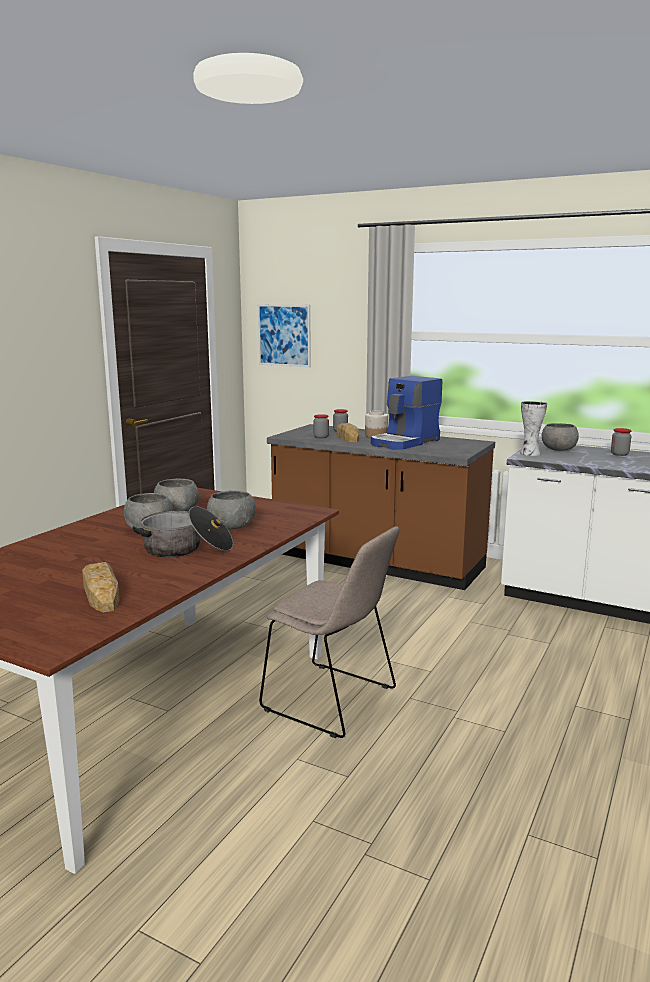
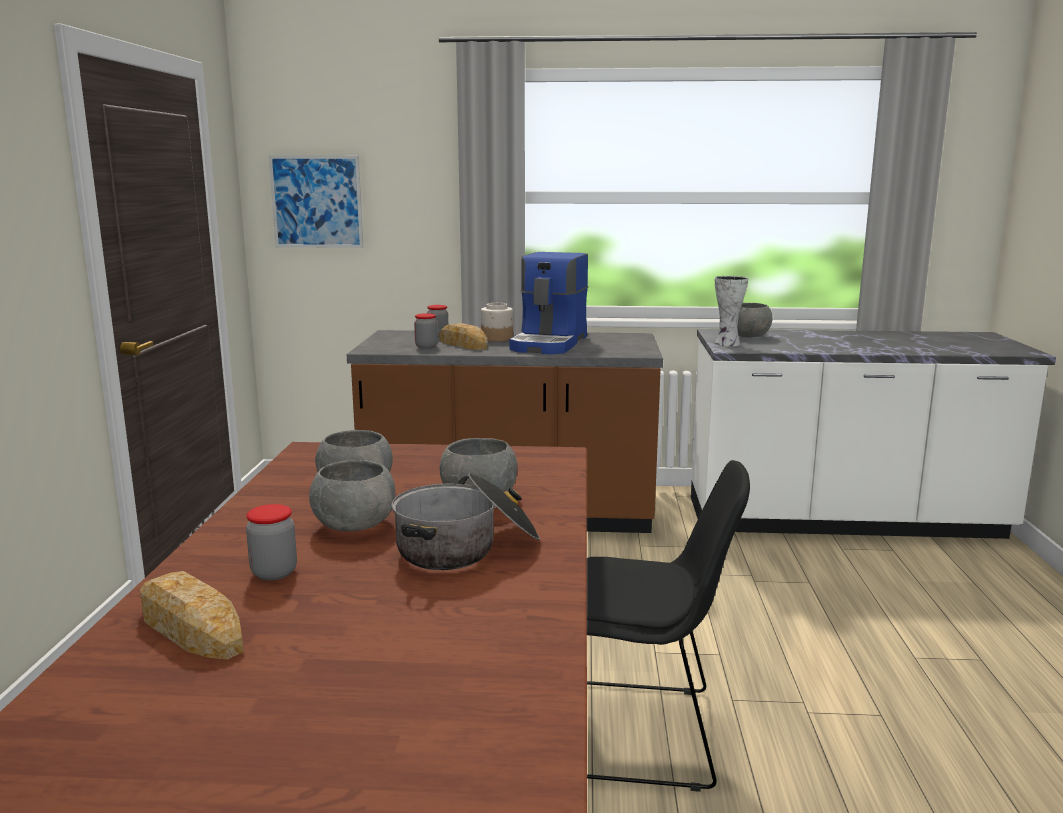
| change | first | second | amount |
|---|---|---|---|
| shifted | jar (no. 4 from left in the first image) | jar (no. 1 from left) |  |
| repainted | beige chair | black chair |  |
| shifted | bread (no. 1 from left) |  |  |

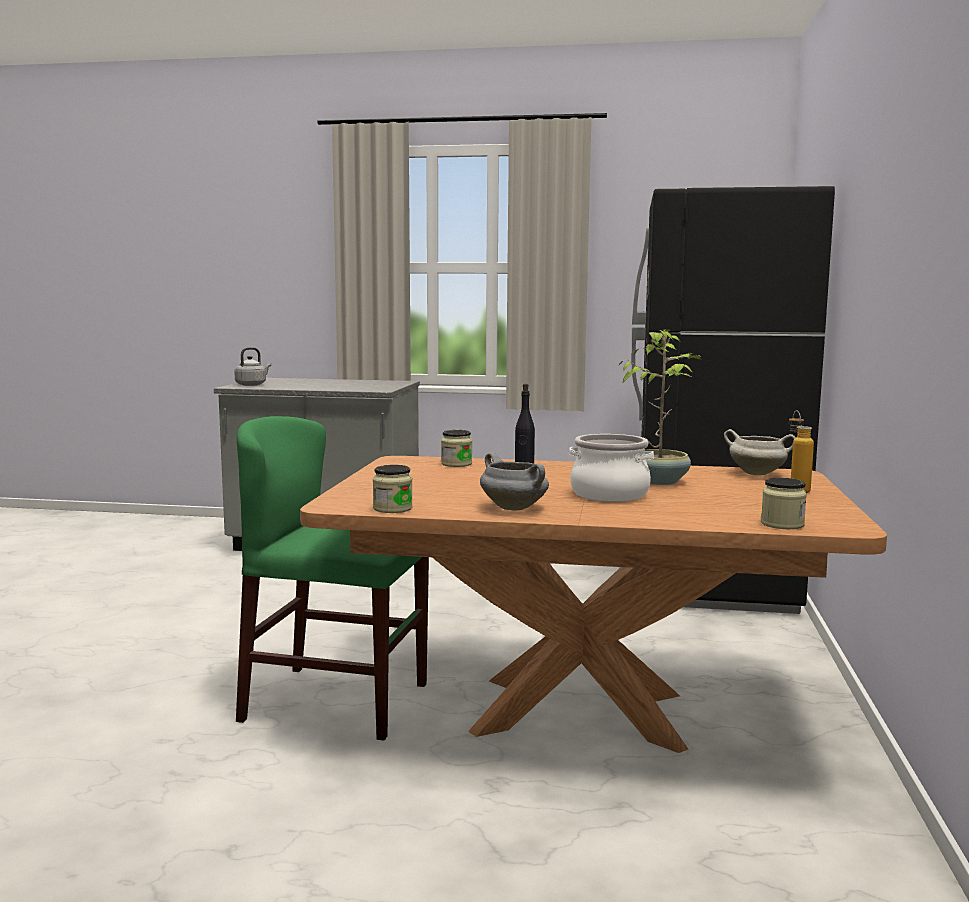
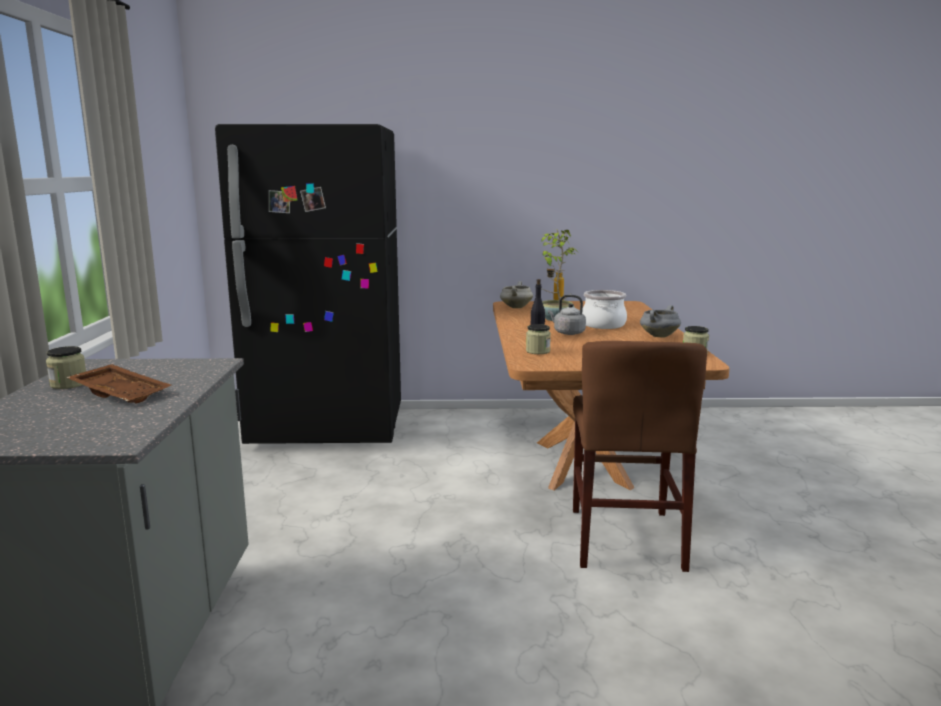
| change | first | second | amount |
|---|---|---|---|
| shifted | grey kettle |  |  |
| repainted | green chair | brown chair |  |
| shifted | jar (no. 3 from left in the first image) | jar (no. 1 from left) |  |
| new |  | brown tray |  |

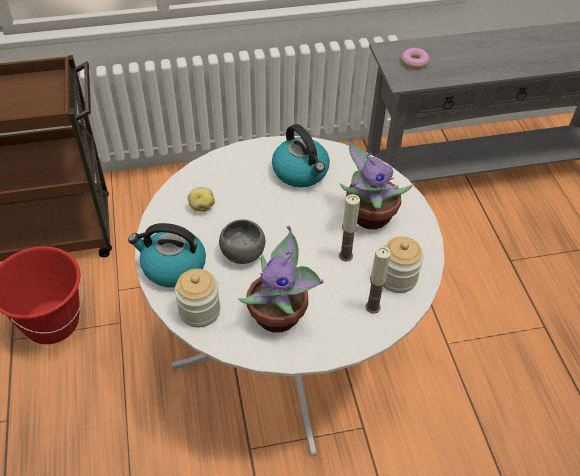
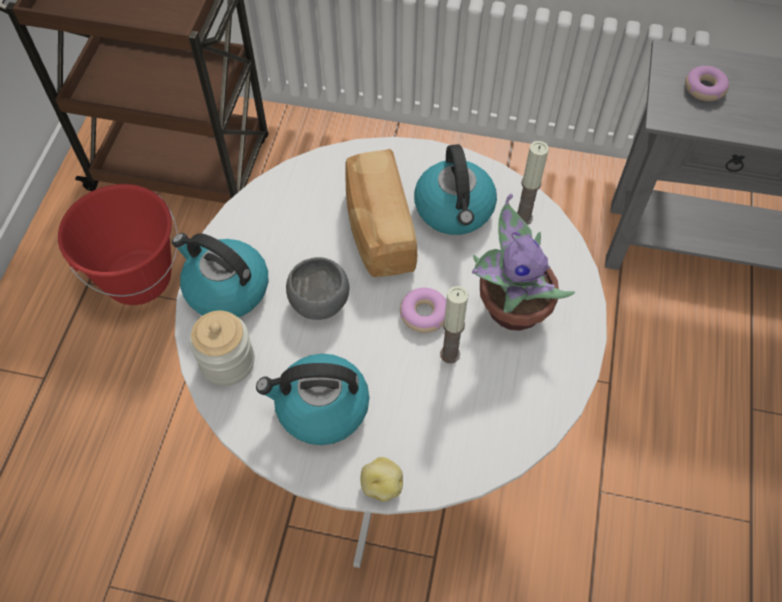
| change | first | second | amount |
|---|---|---|---|
| shifted | potato |  |  |
| swapped | potted plant (no. 1 from left) | kettle (no. 2 from left) |  |
| gone | jar (no. 2 from left) |  |  |
| shifted | candle (no. 2 from left) |  |  |
| new |  | bread |  |
| new |  | donut (no. 1 from left) |  |

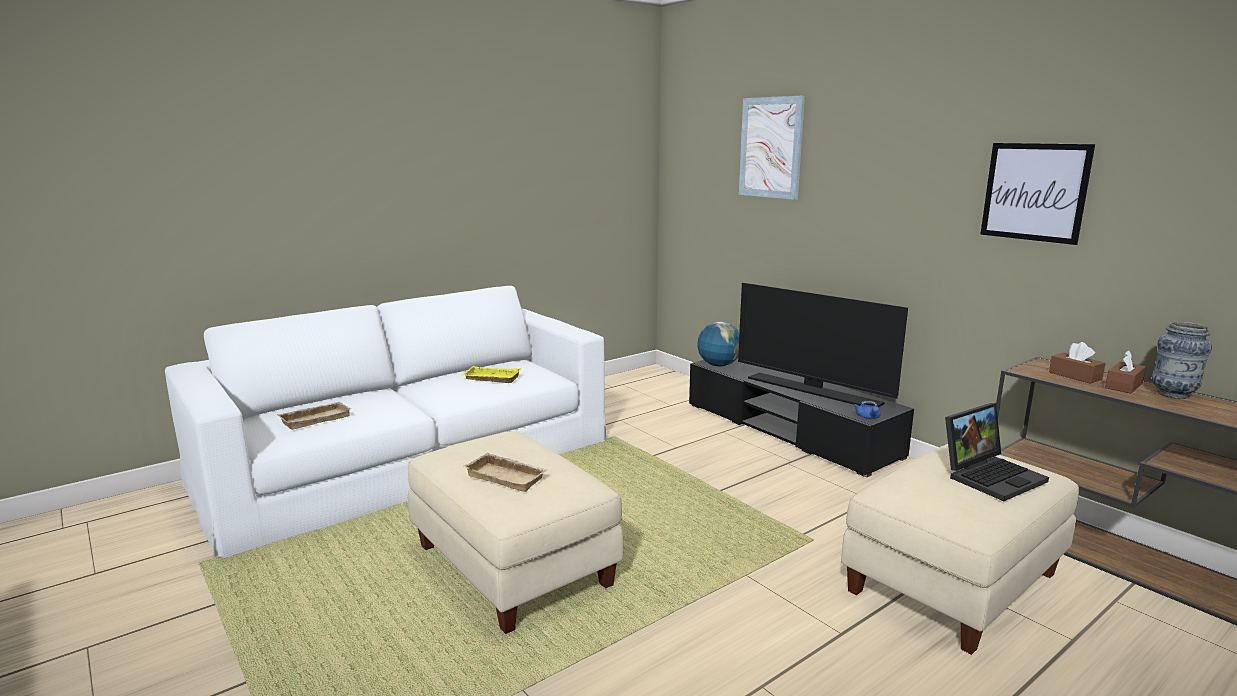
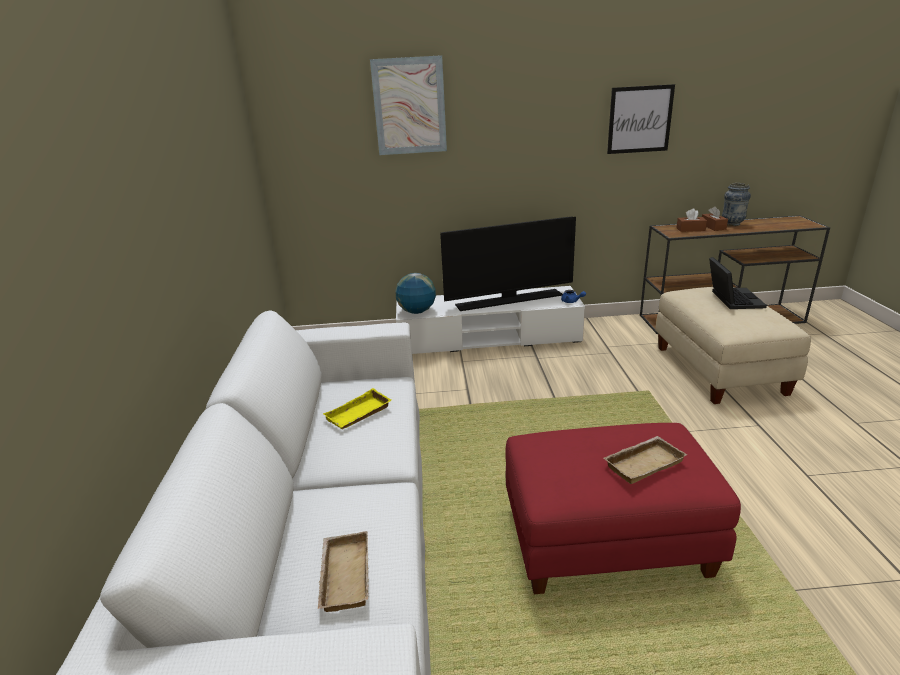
| change | first | second | amount |
|---|---|---|---|
| repainted | black tv stand | white tv stand |  |
| repainted | beige ottoman (no. 1 from left) | red ottoman |  |

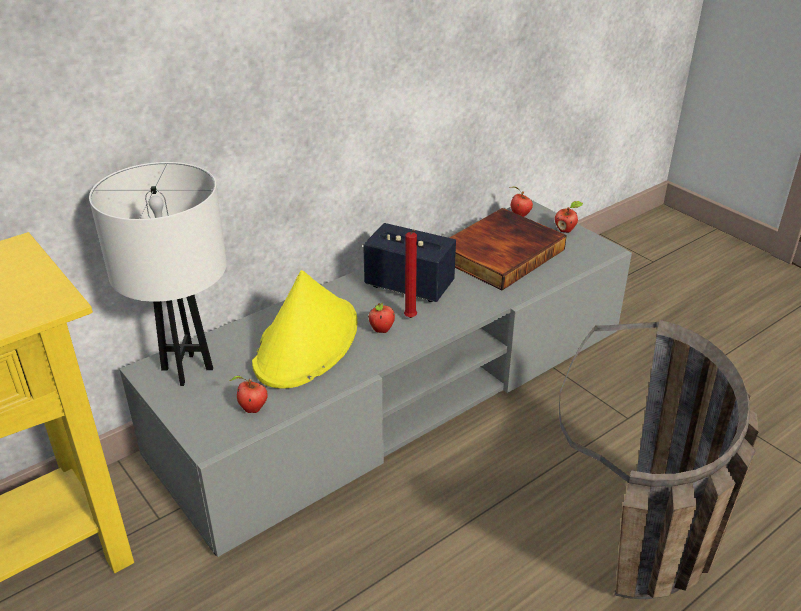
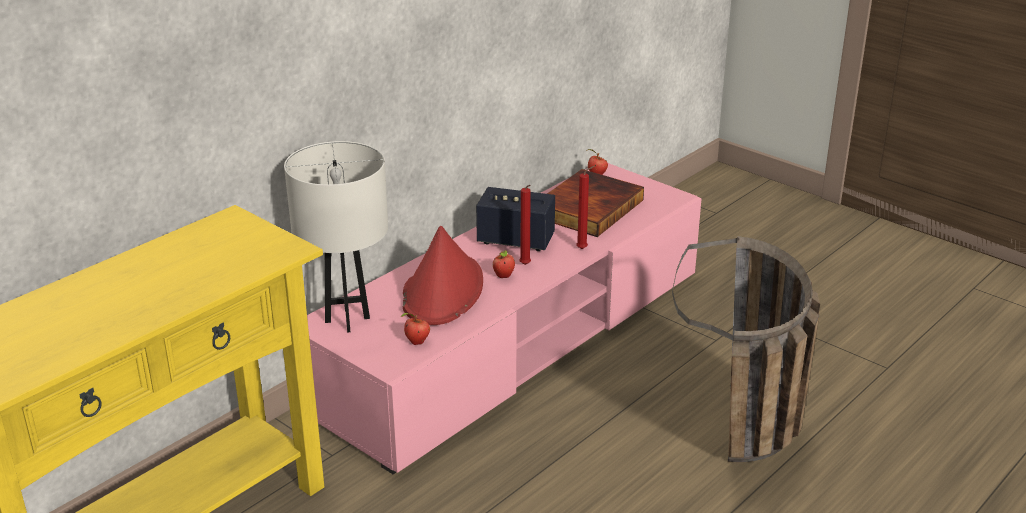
| change | first | second | amount |
|---|---|---|---|
| repainted | grey tv stand | pink tv stand |  |
| gone | apple (no. 4 from left) |  |  |
| repainted | yellow hat | red hat |  |
| new |  | red candle (no. 2 from left) |  |

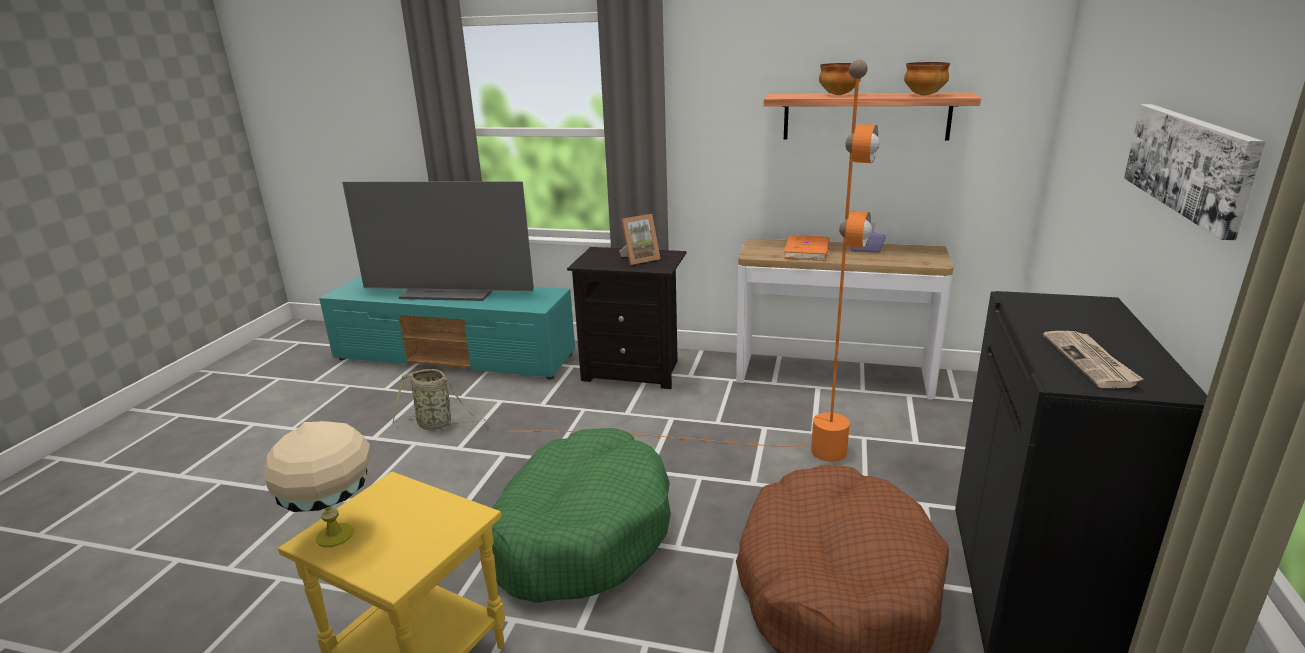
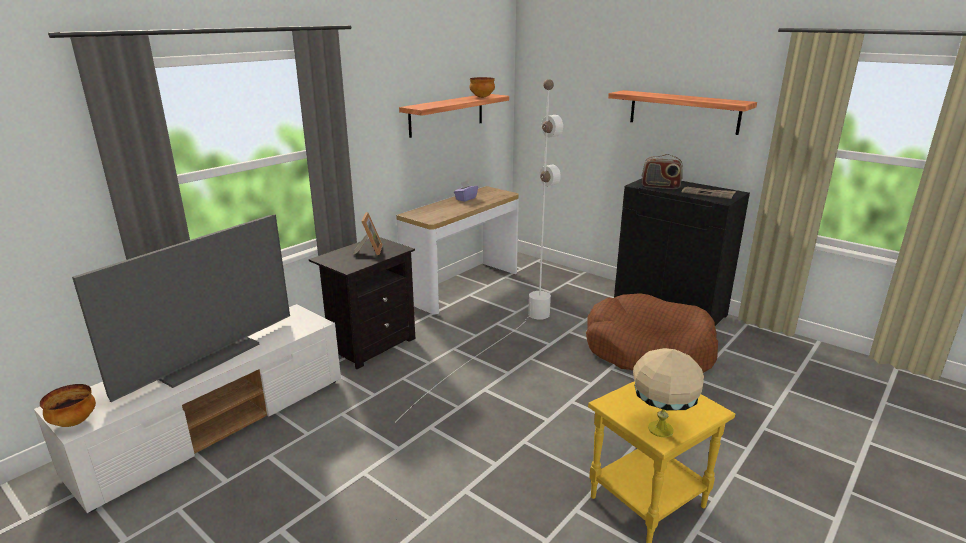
| change | first | second | amount |
|---|---|---|---|
| repainted | orange floor lamp | white floor lamp |  |
| shifted | bowl (no. 1 from left) |  |  |
| swapped | picture | shelf (no. 2 from left) |  |
| gone | orange book |  |  |
| repainted | turquoise tv stand | white tv stand |  |
| gone | basket |  |  |
| gone | green dog bed |  |  |
| new |  | radio |  |

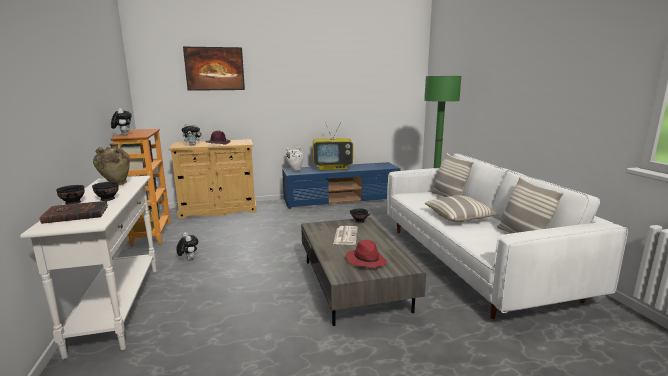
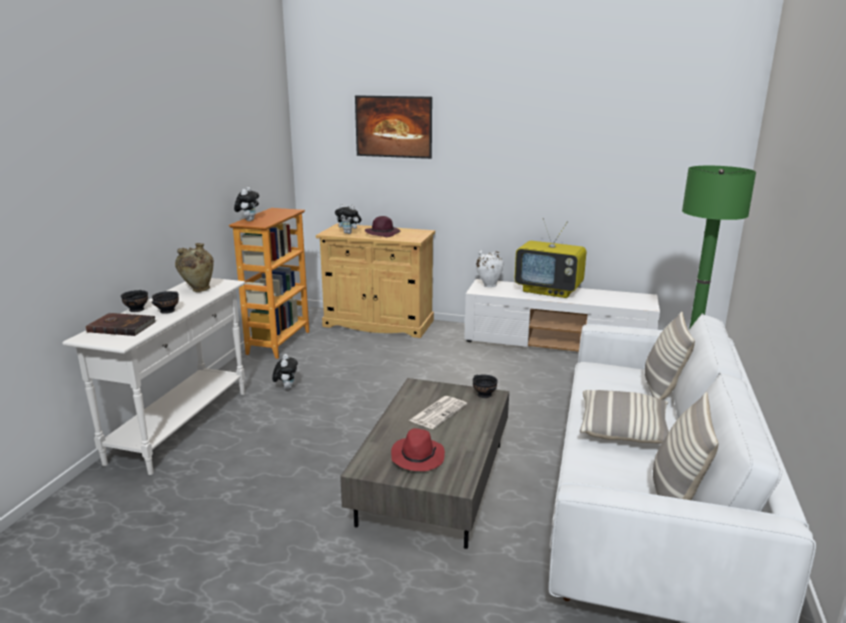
| change | first | second | amount |
|---|---|---|---|
| repainted | blue tv stand | white tv stand |  |

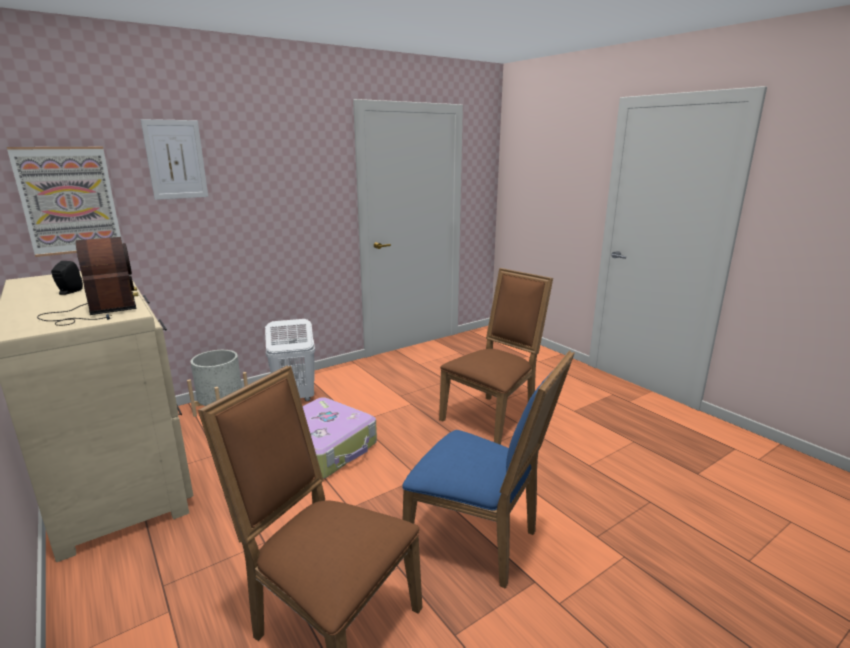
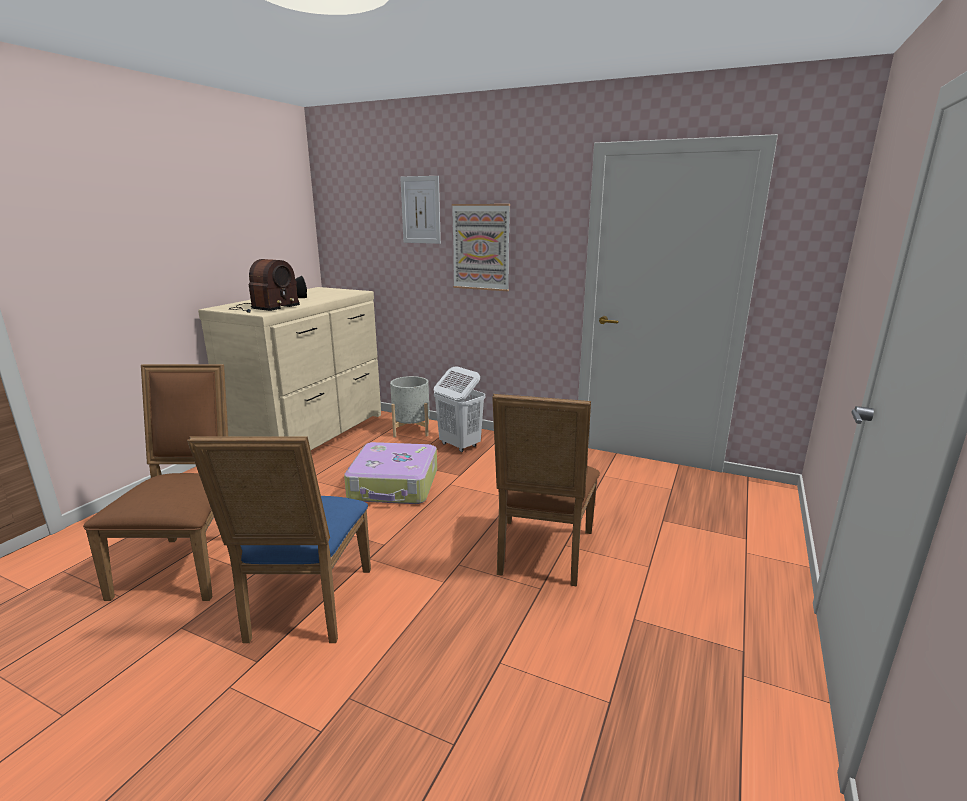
| change | first | second | amount |
|---|---|---|---|
| shifted | picture (no. 1 from left in the first image) | picture (no. 2 from left) |  |
| rotated | brown chair (no. 2 from left) |  | 90 degrees clockwise |

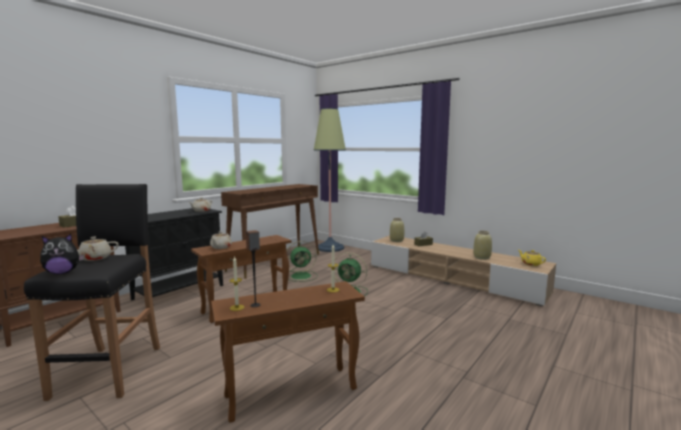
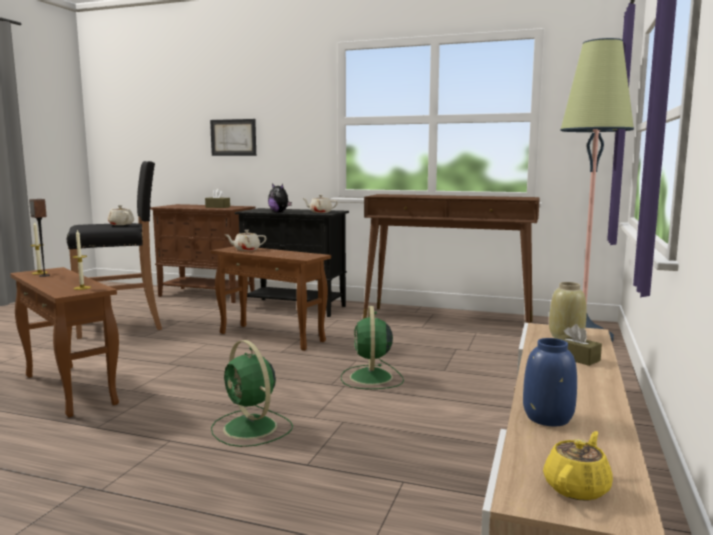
| change | first | second | amount |
|---|---|---|---|
| repainted | beige vase (no. 2 from left) | blue vase |  |
| shifted | plush toy |  |  |
| shifted | green fan (no. 1 from left) |  |  |
| new |  | picture |  |

